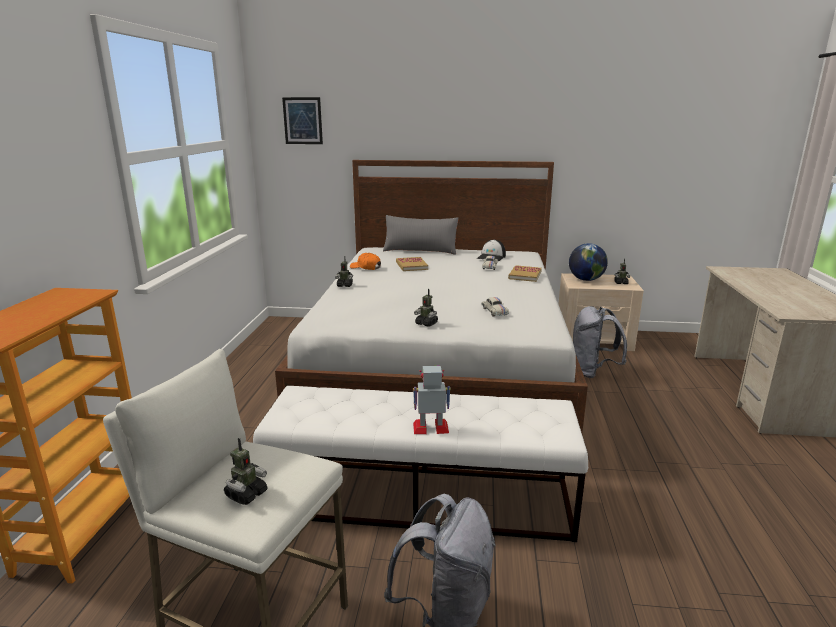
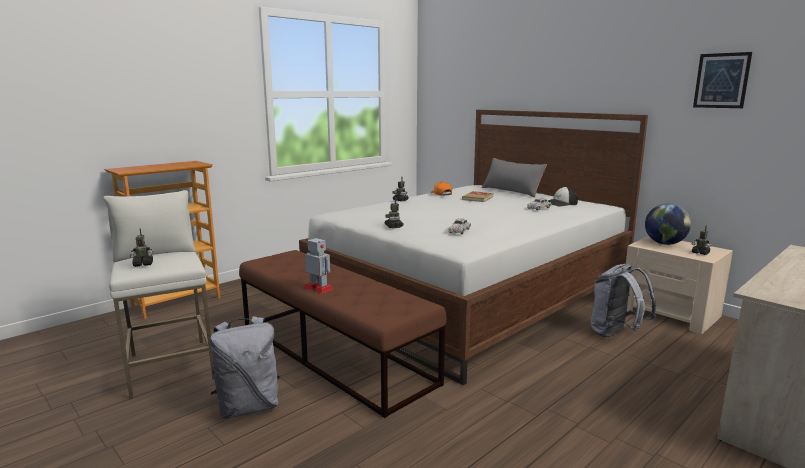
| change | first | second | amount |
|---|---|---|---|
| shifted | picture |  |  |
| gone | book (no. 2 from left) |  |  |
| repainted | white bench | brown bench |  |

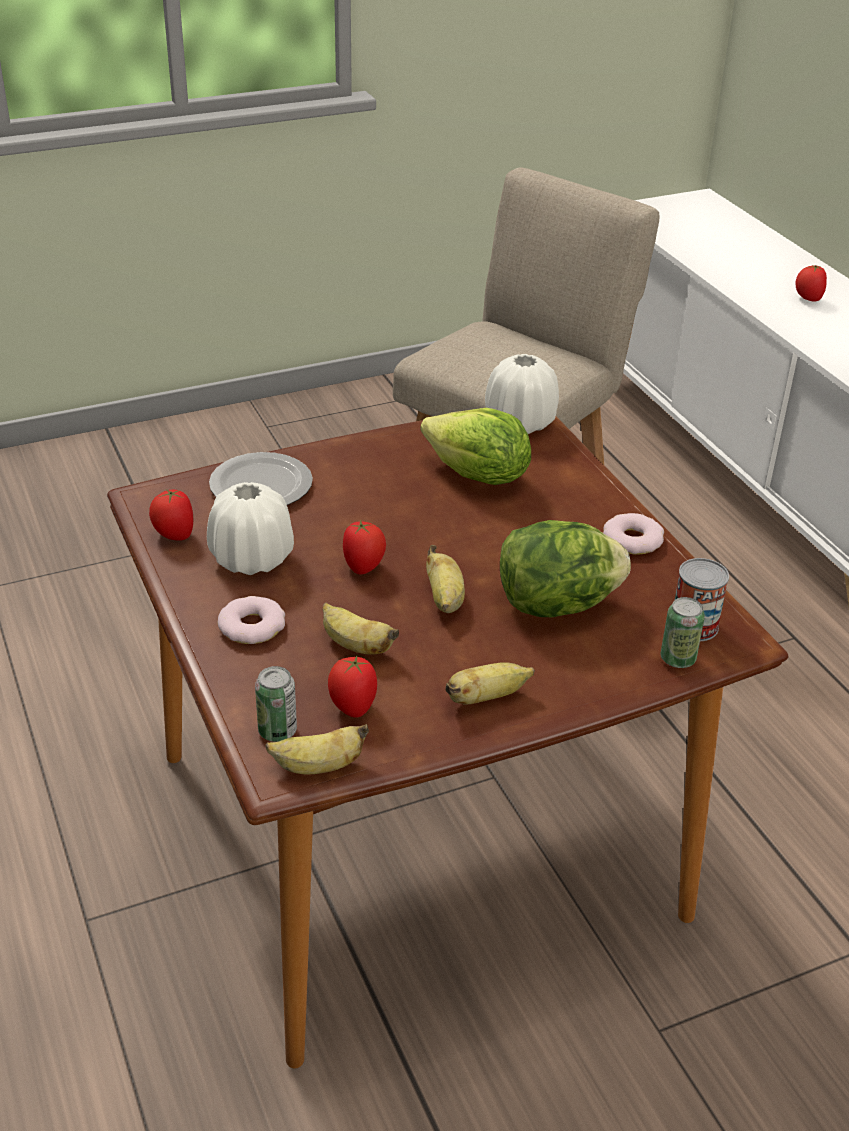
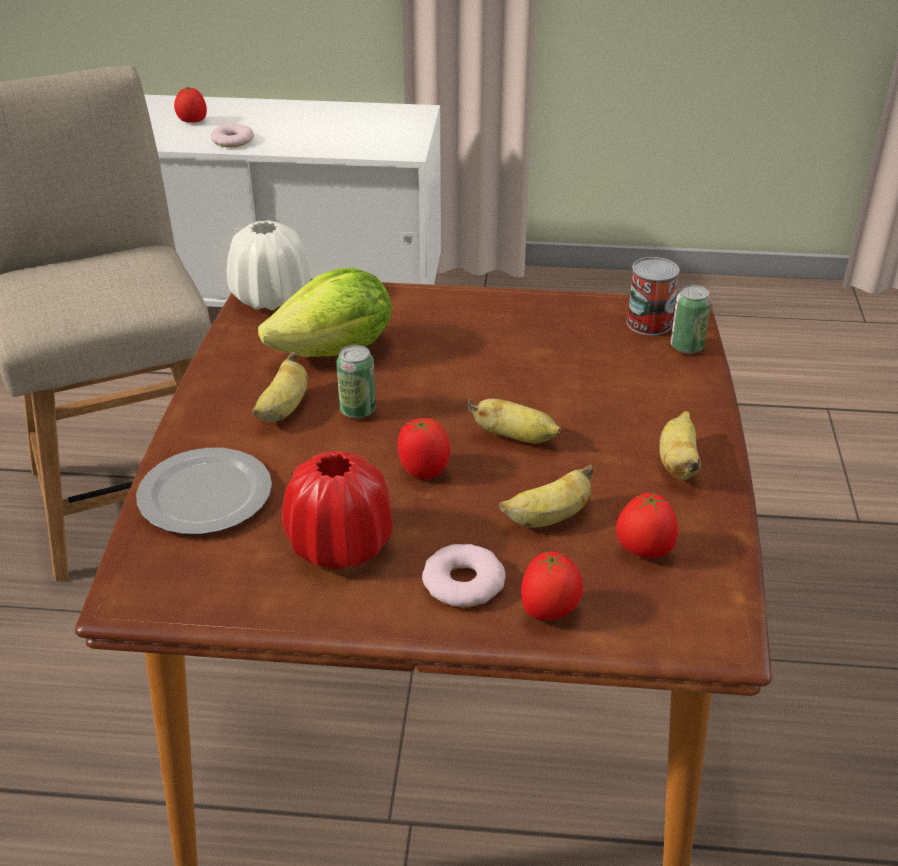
| change | first | second | amount |
|---|---|---|---|
| repainted | white vase (no. 1 from left) | red vase |  |
| shifted | tomato (no. 1 from left in the first image) | tomato (no. 3 from left) |  |
| shifted | donut (no. 2 from left in the first image) | donut (no. 1 from left) |  |
| gone | lettuce (no. 2 from left) |  |  |
| shifted | can (no. 1 from left) |  |  |
| shifted | banana (no. 1 from left) |  |  |

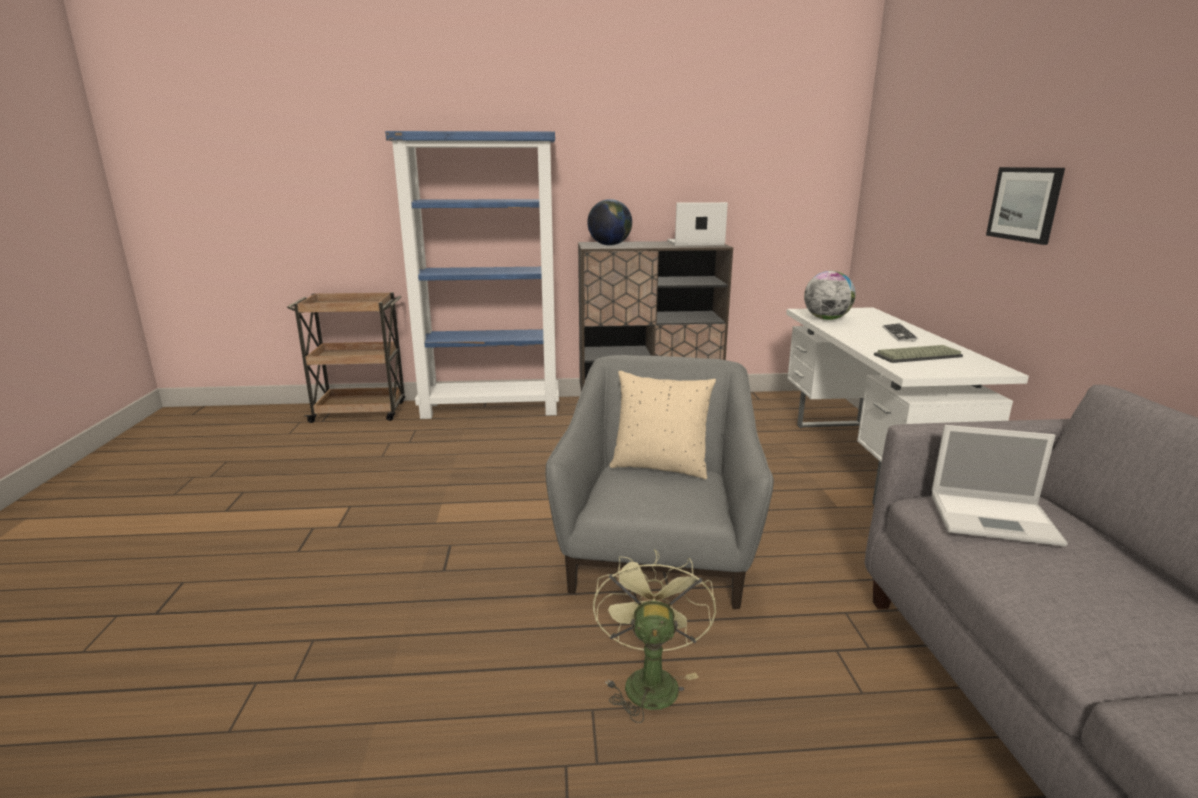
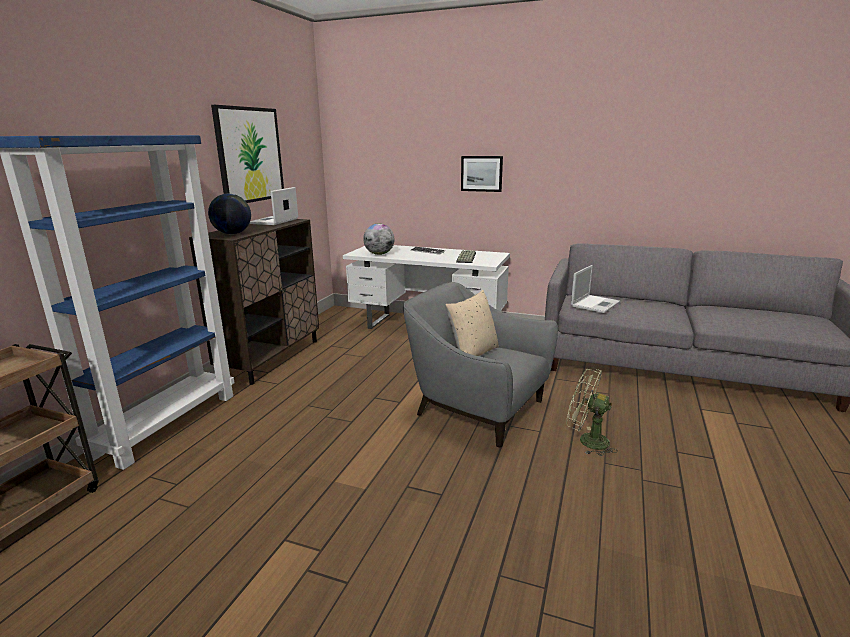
| change | first | second | amount |
|---|---|---|---|
| new |  | picture (no. 1 from left) |  |

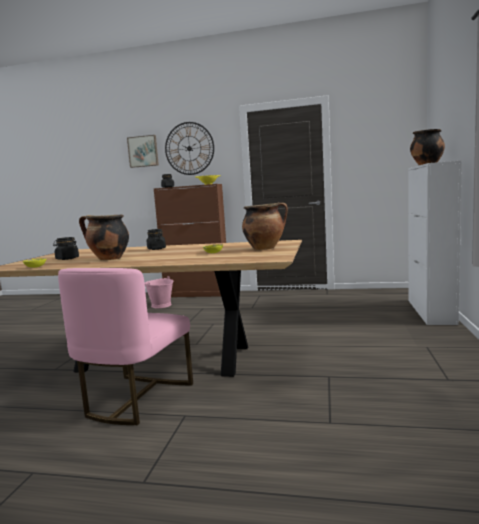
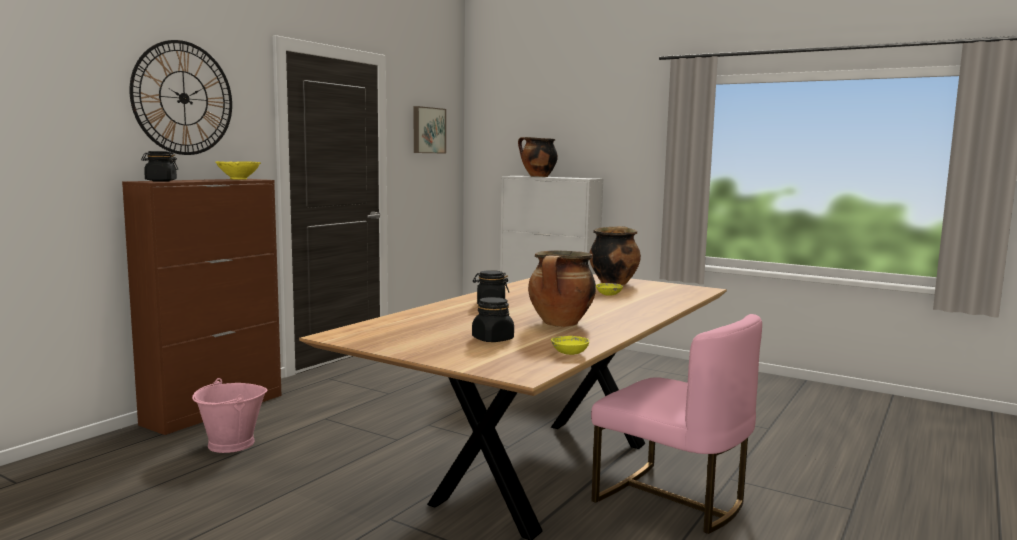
| change | first | second | amount |
|---|---|---|---|
| shifted | picture |  |  |

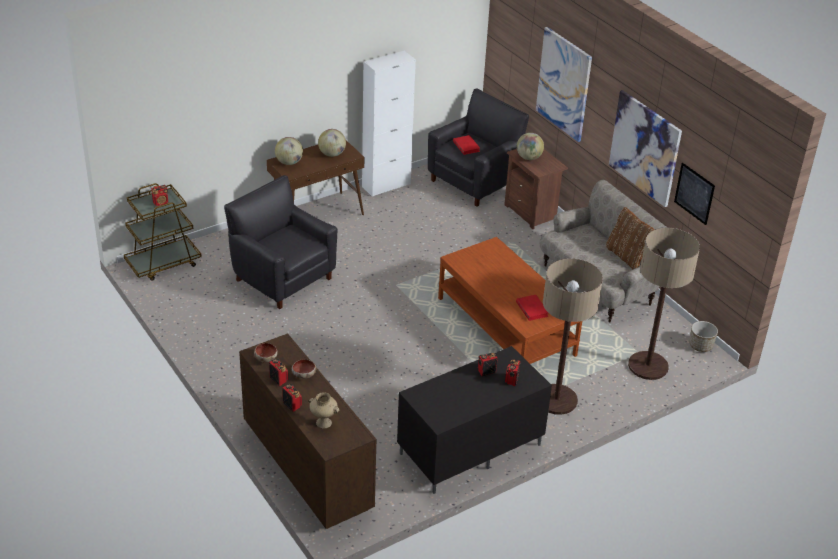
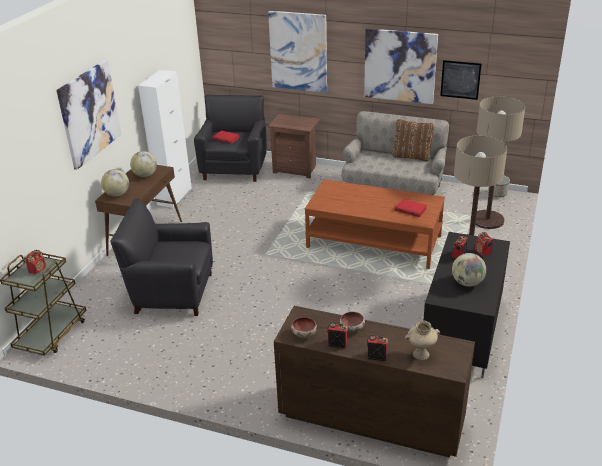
| change | first | second | amount |
|---|---|---|---|
| shifted | globe (no. 3 from left) |  |  |
| new |  | picture (no. 1 from left) |  |

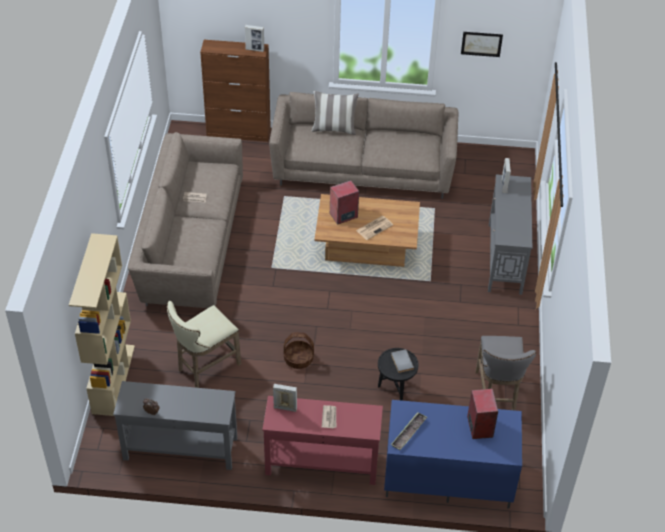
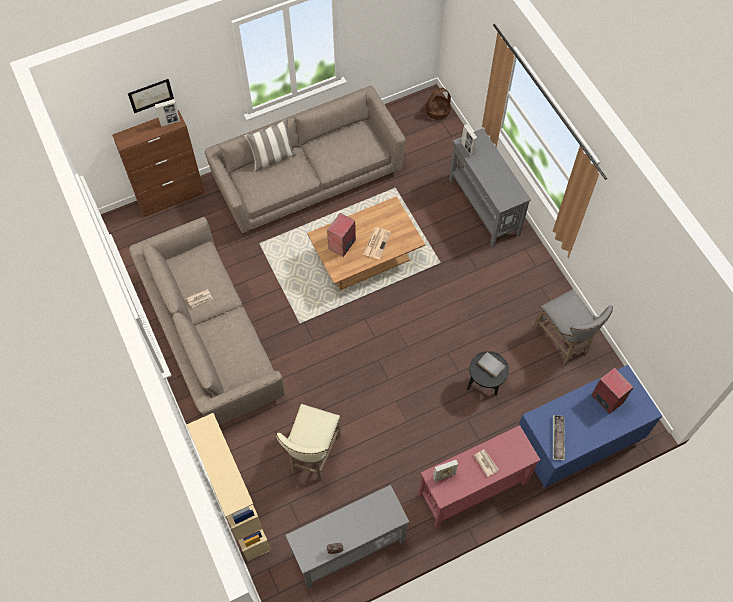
| change | first | second | amount |
|---|---|---|---|
| shifted | picture |  |  |
| shifted | basket |  |  |

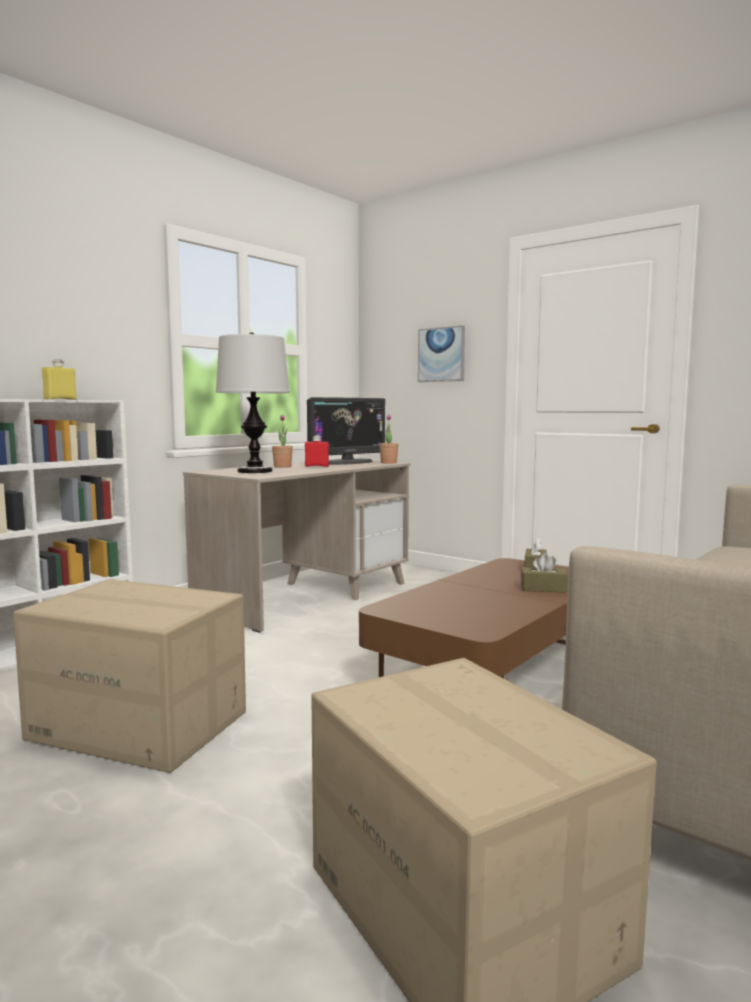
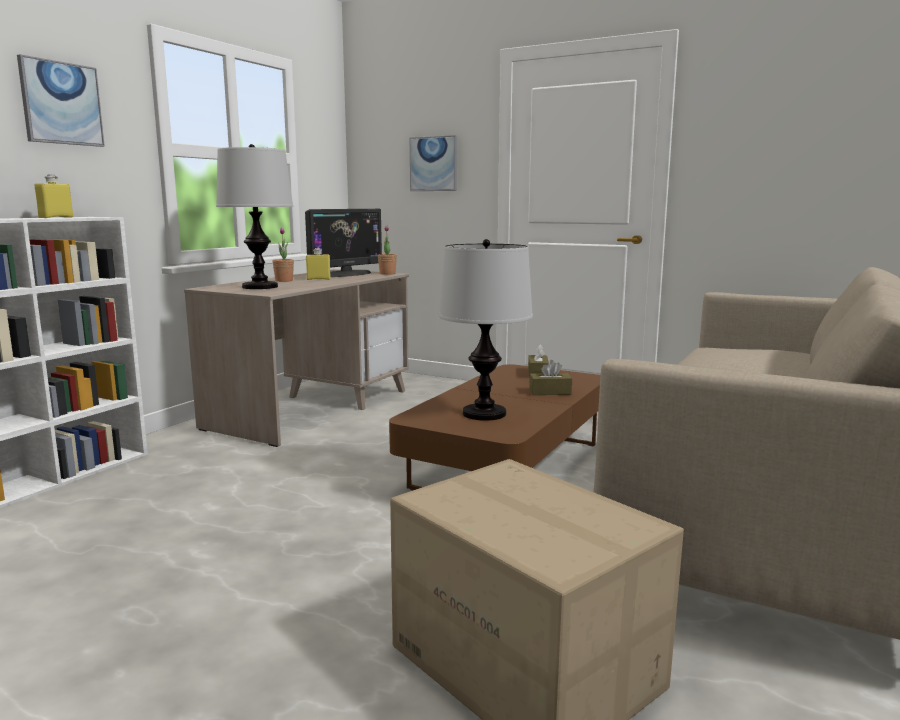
| change | first | second | amount |
|---|---|---|---|
| repainted | red bottle | yellow bottle (no. 2 from left) |  |
| gone | cardboard box (no. 1 from left) |  |  |
| new |  | picture (no. 1 from left) |  |
| new |  | table lamp (no. 2 from left) |  |

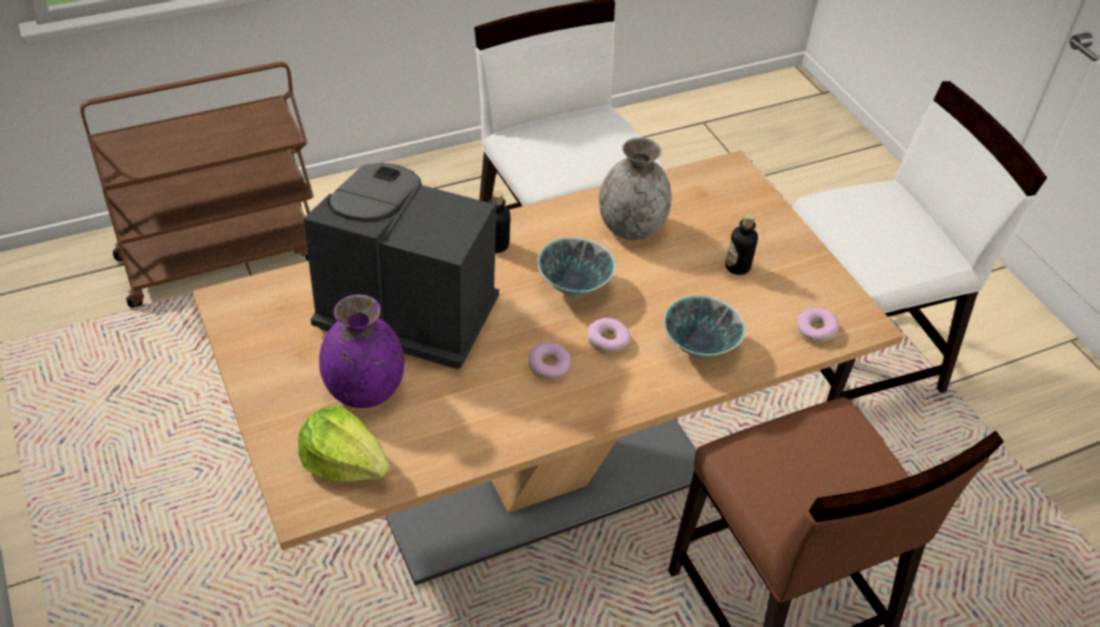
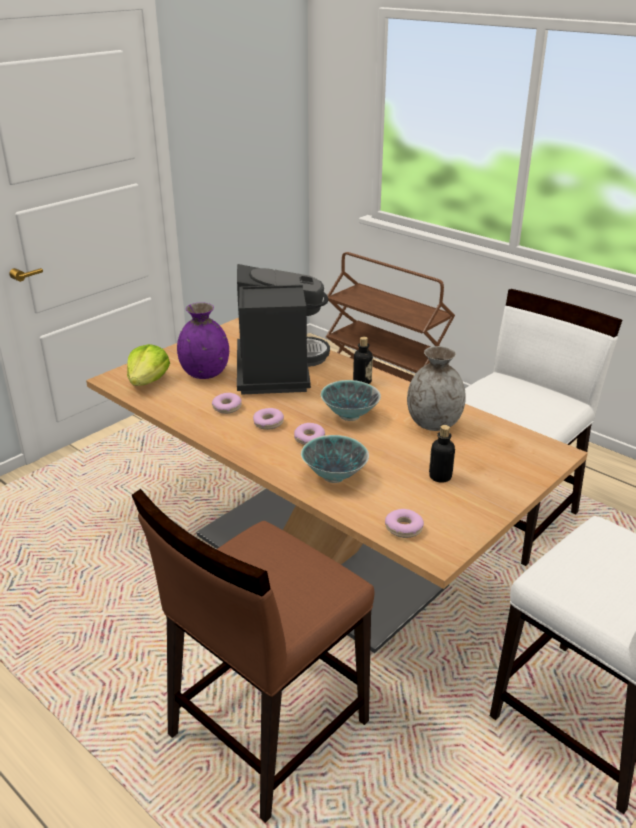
| change | first | second | amount |
|---|---|---|---|
| new |  | donut (no. 1 from left) |  |

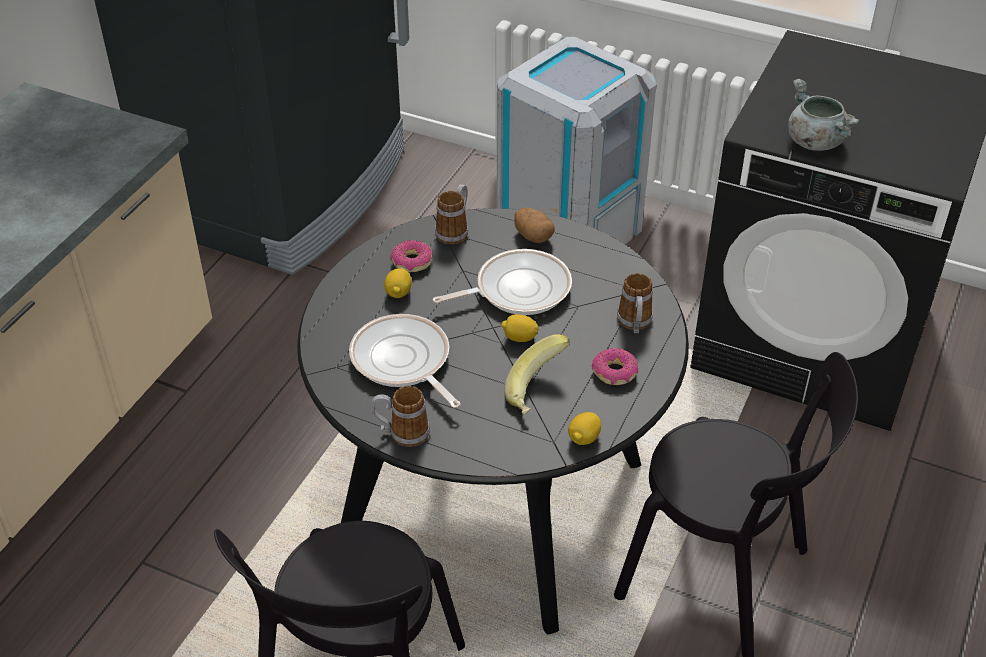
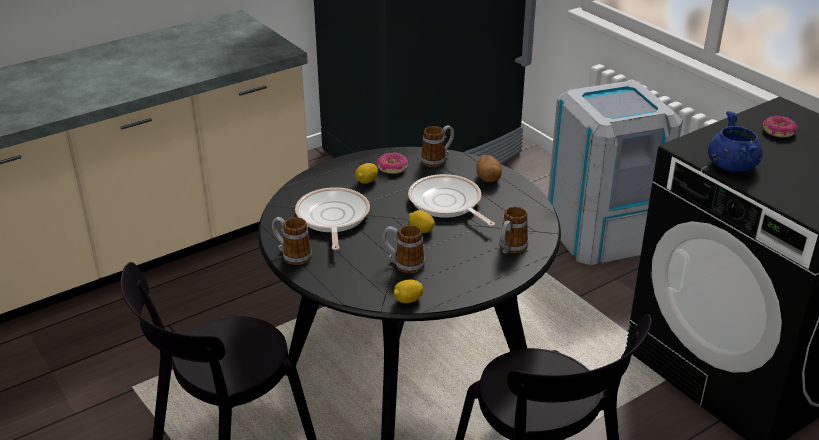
| change | first | second | amount |
|---|---|---|---|
| repainted | grey cooking pot | blue cooking pot |  |
| rotated | frying pan (no. 2 from left) |  | 135 degrees counterclockwise |
| swapped | banana | mug (no. 2 from left) |  |
| shifted | donut (no. 2 from left) |  |  |

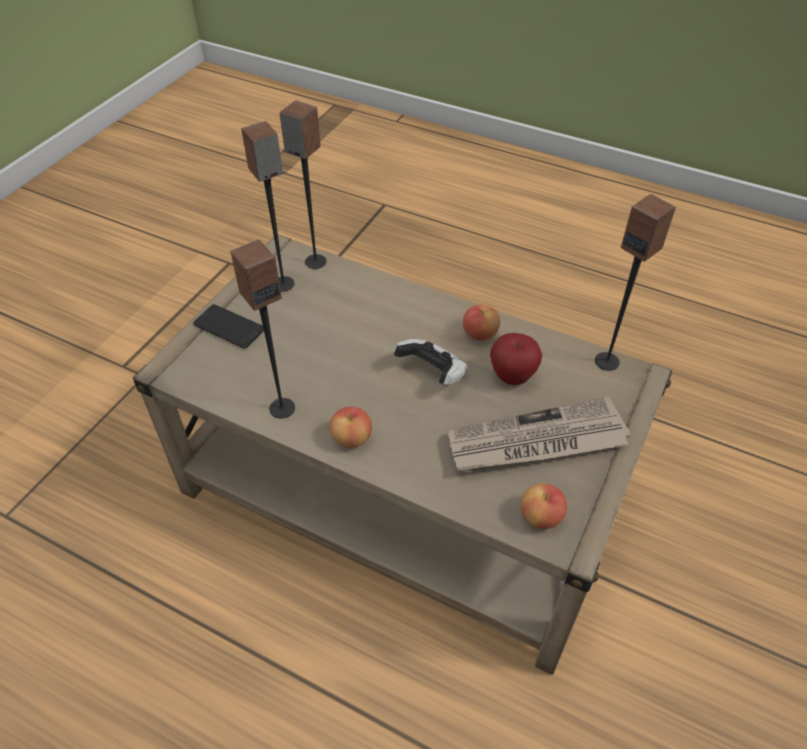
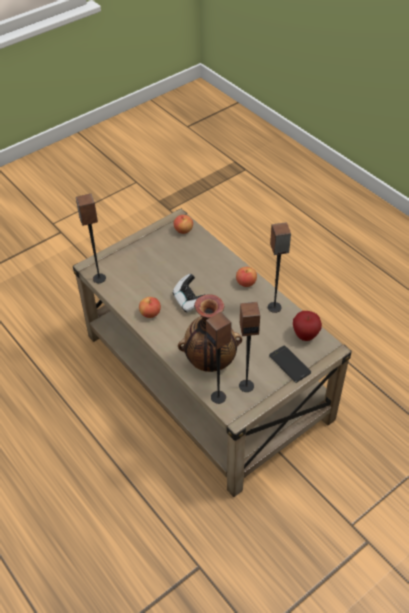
| change | first | second | amount |
|---|---|---|---|
| shifted | apple (no. 3 from left in the first image) | apple (no. 4 from left) |  |
| gone | newspaper |  |  |
| new |  | vase |  |

